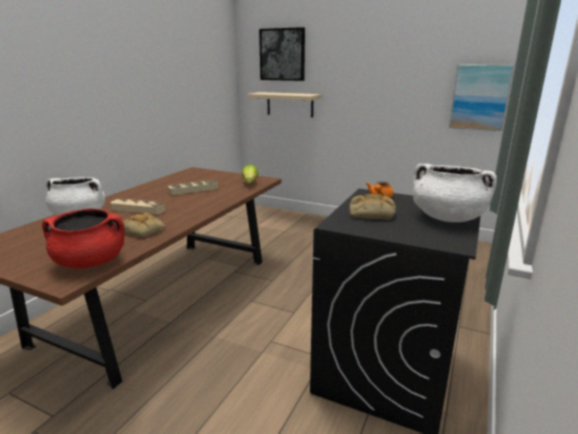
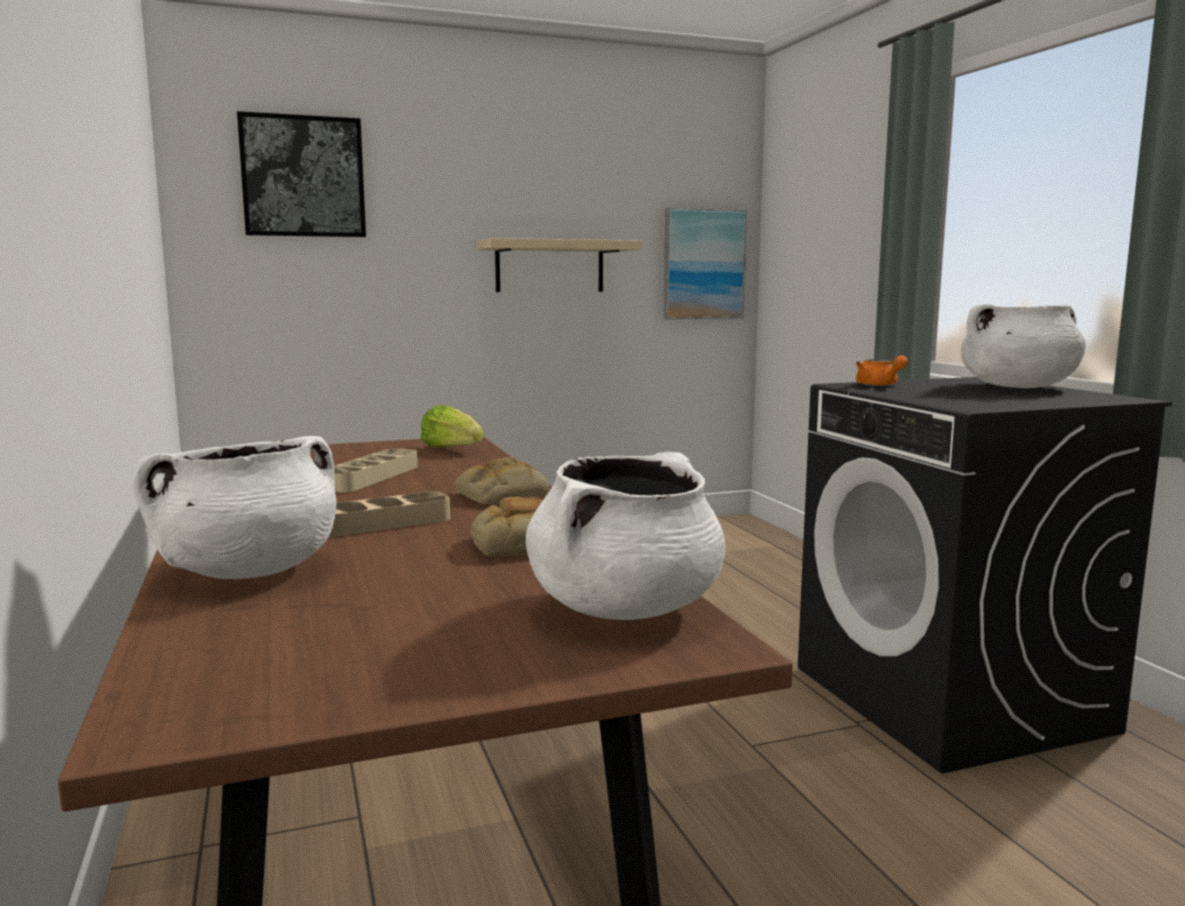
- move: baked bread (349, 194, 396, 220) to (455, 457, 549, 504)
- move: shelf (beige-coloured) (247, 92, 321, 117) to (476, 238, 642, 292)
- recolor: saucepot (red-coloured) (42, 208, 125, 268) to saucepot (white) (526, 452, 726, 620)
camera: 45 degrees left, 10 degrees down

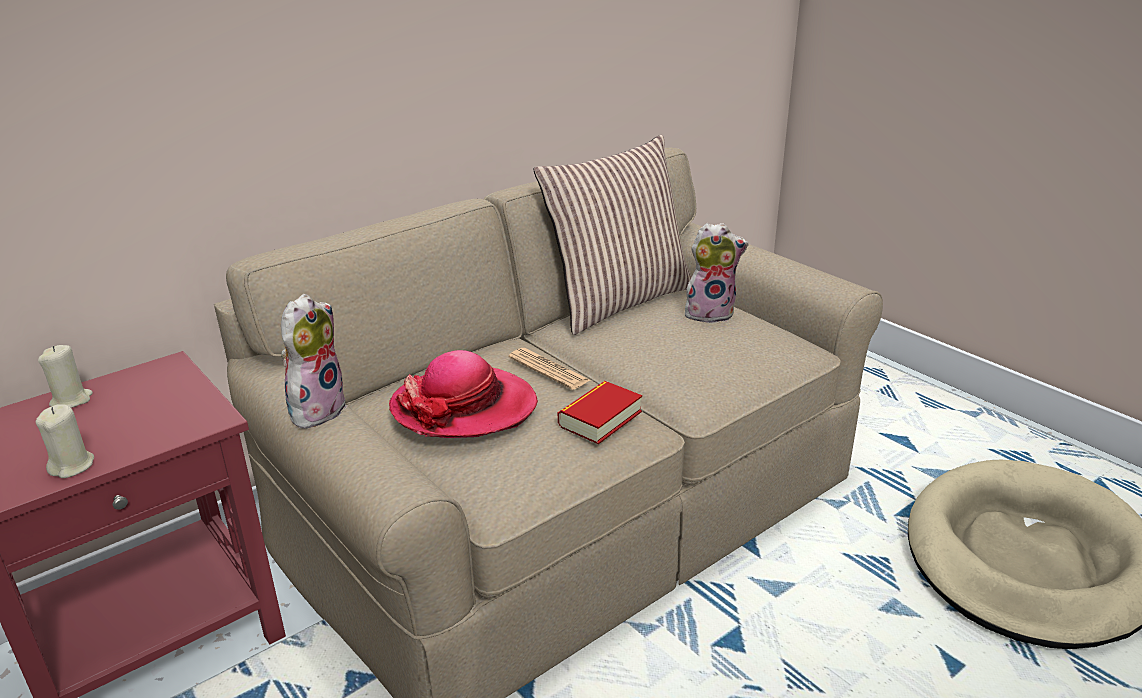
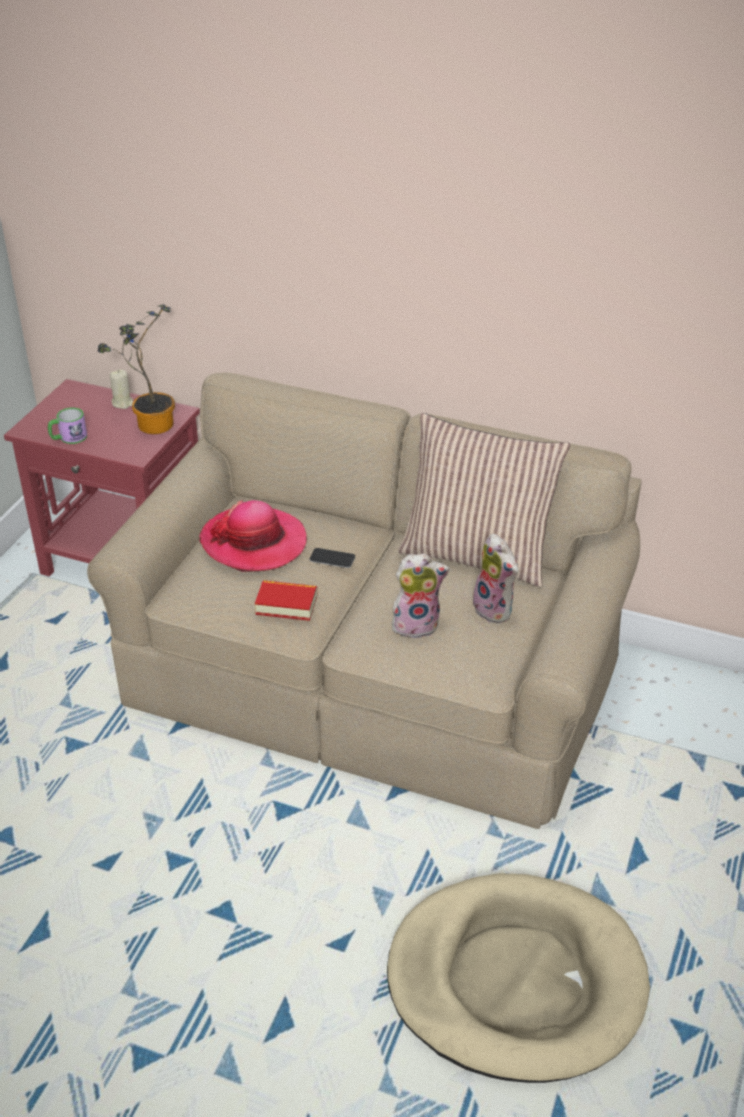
- replace: wax light (beige-coloured) (36, 404, 94, 478) to mug (48, 407, 87, 444)
- insert: potted plant (98, 304, 175, 434)
- replace: newspaper (508, 348, 590, 390) to handset (310, 548, 355, 568)
- move: plush toy (281, 294, 347, 428) to (392, 554, 450, 639)
camera: 60 degrees right, 10 degrees up

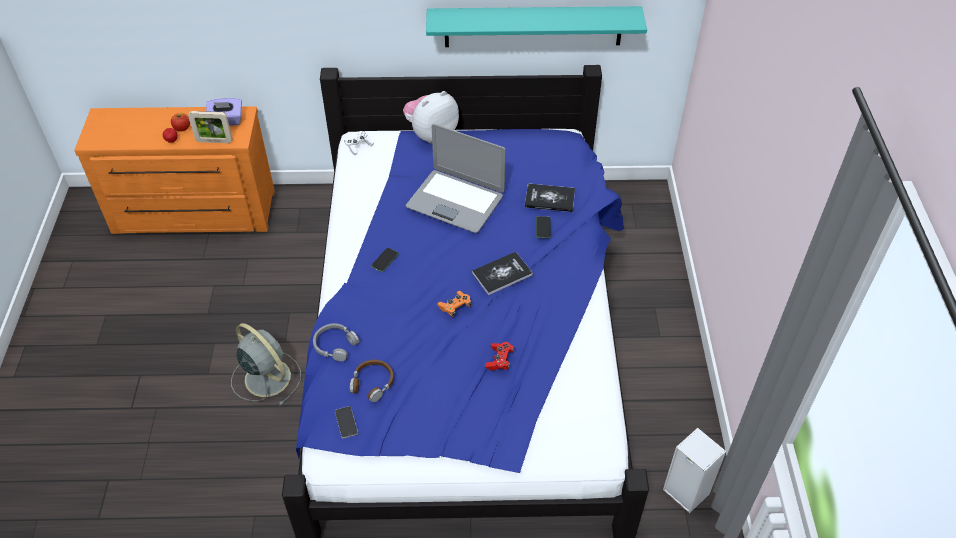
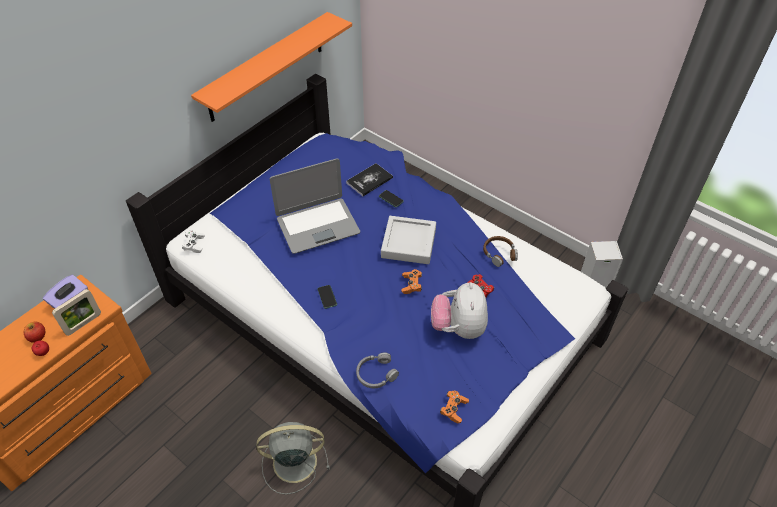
- recolor: shelf (turquoise) (426, 6, 647, 47) to shelf (orange-coloured) (191, 12, 352, 122)
- replace: bound book (472, 252, 533, 295) to tray (greyish) (381, 216, 436, 264)
- move: plush toy (403, 91, 459, 143) to (431, 282, 488, 339)
- replace: handset (335, 406, 358, 438) to gamepad (orange-coloured) (440, 391, 469, 424)
- move: headset (brown) (350, 360, 394, 403) to (483, 236, 518, 267)
camera: 50 degrees left, 0 degrees up

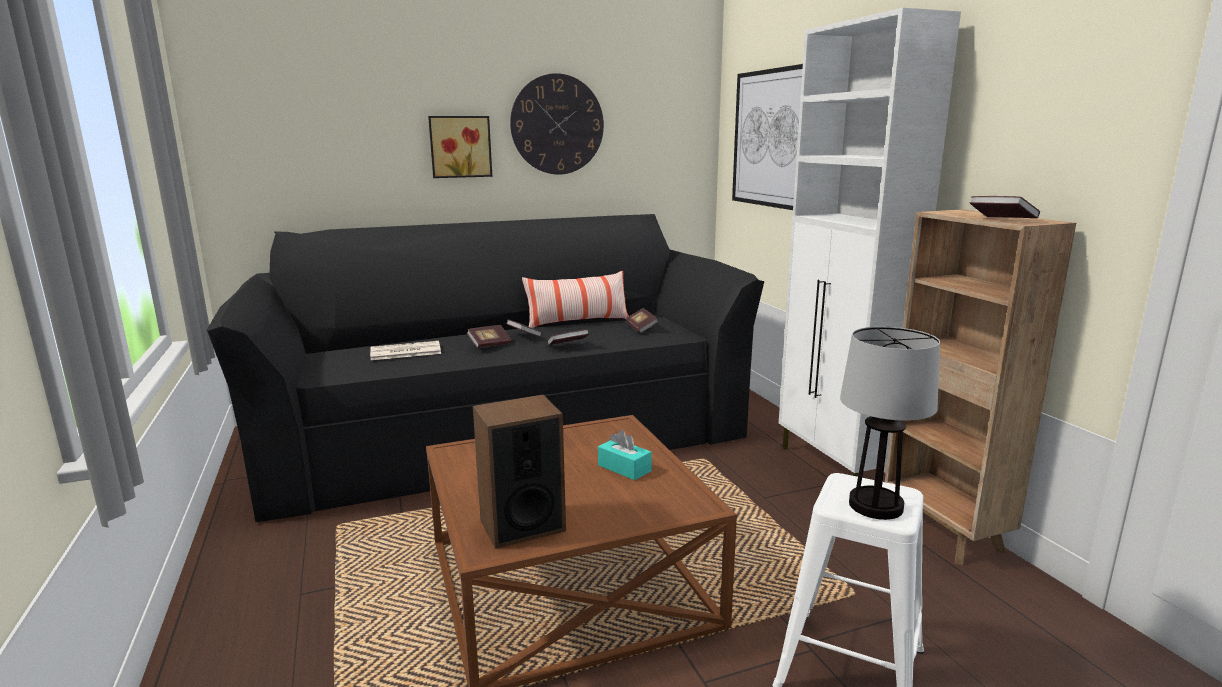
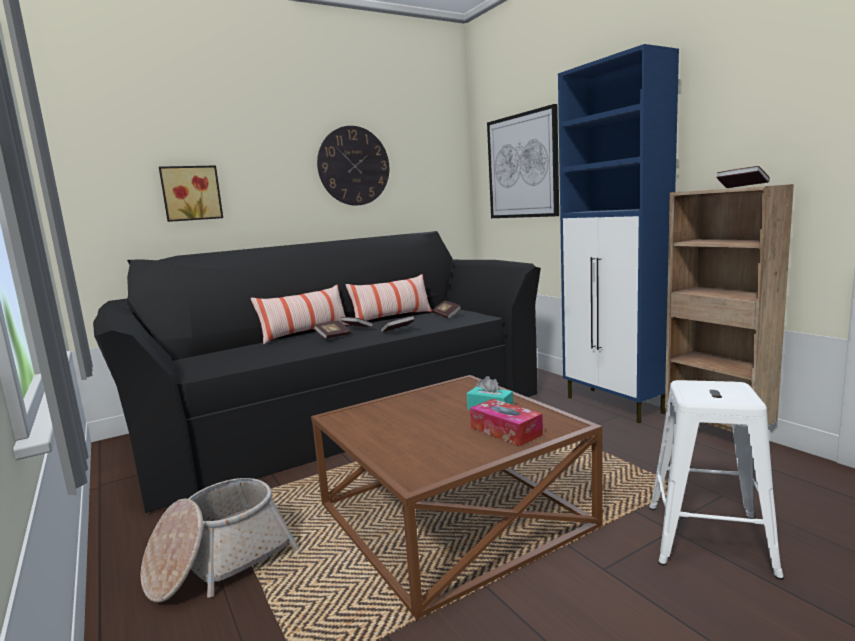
- insert: basket (141, 478, 299, 602)
- move: wall art (428, 116, 492, 178) to (159, 165, 223, 222)
- insert: pillow (251, 285, 350, 344)
- insert: box of tissues (470, 399, 543, 447)
- recolor: storage cabinet (white) (779, 8, 961, 477) to storage cabinet (blue) (558, 44, 679, 423)
- delete: newspaper (370, 341, 441, 360)
- delete: loudspeaker (473, 394, 566, 549)
- delete: table lamp (840, 326, 940, 520)
camera: 10 degrees left, 5 degrees down

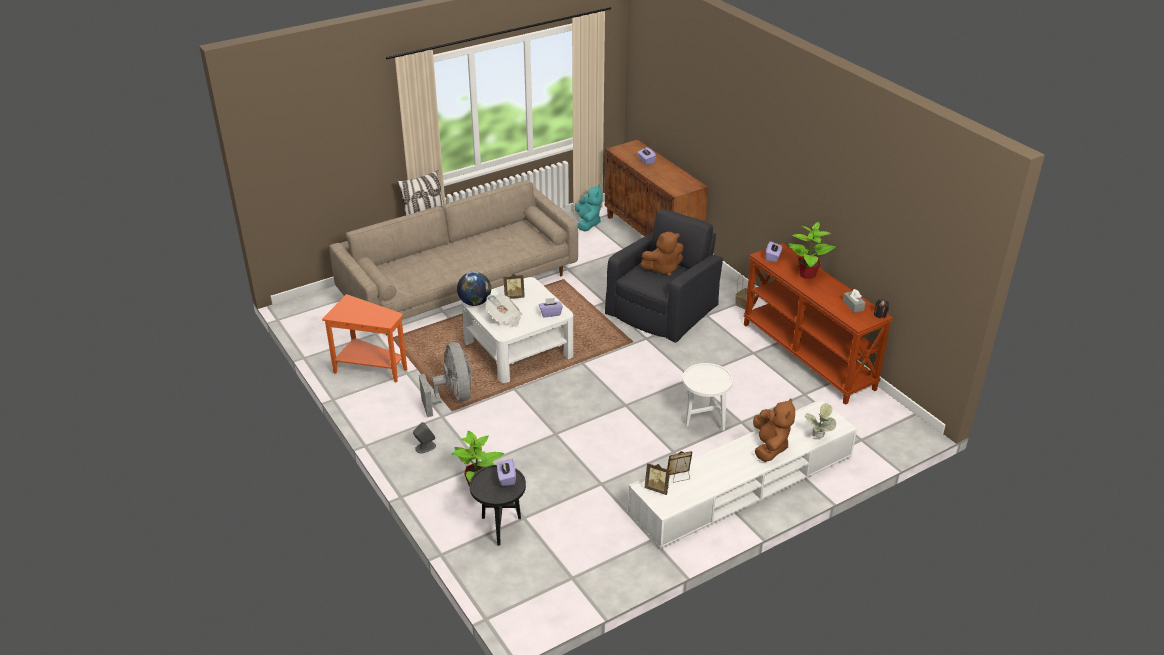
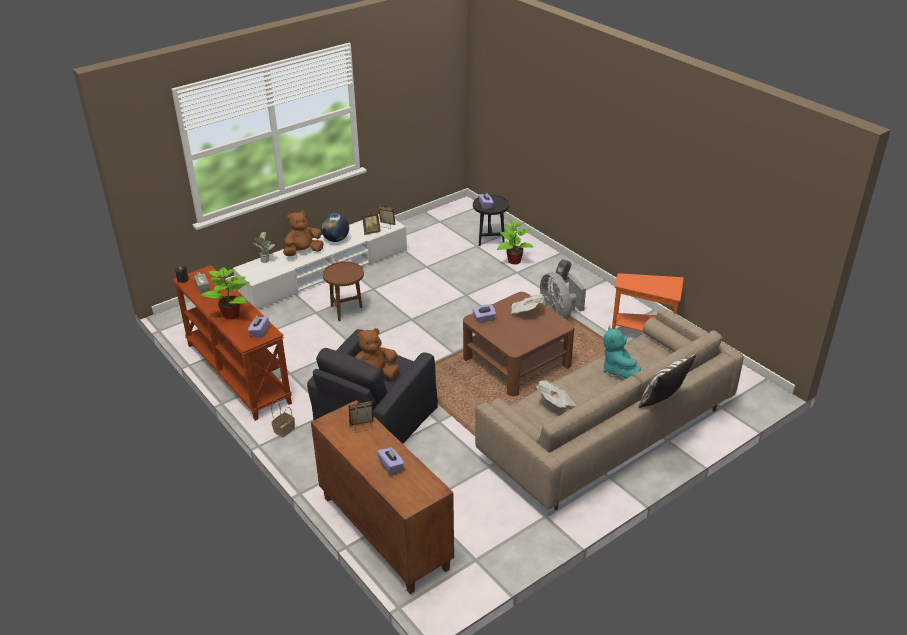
- rotate: plush toy (brown) (753, 398, 795, 462) = (283, 211, 324, 256) 60 degrees clockwise
- move: world globe (457, 272, 491, 306) to (321, 213, 349, 242)
- recolor: side table (white) (683, 363, 733, 431) to side table (brown) (323, 261, 364, 321)
- move: standing frame (503, 274, 525, 299) to (348, 401, 373, 433)
- recolor: low table (white) (461, 277, 573, 383) to low table (brown) (463, 292, 575, 396)
- insert: newspaper (536, 380, 576, 408)
- move: plush toy (turquoise) (575, 184, 603, 232) to (603, 325, 641, 379)
camera: 175 degrees right, 0 degrees up

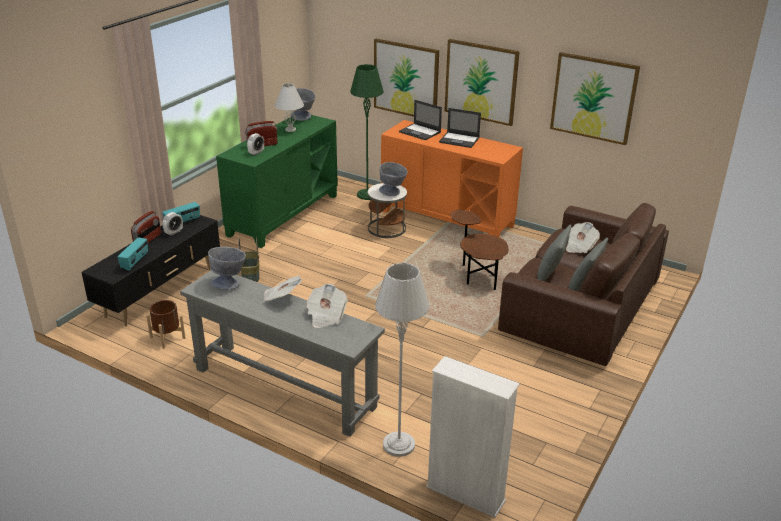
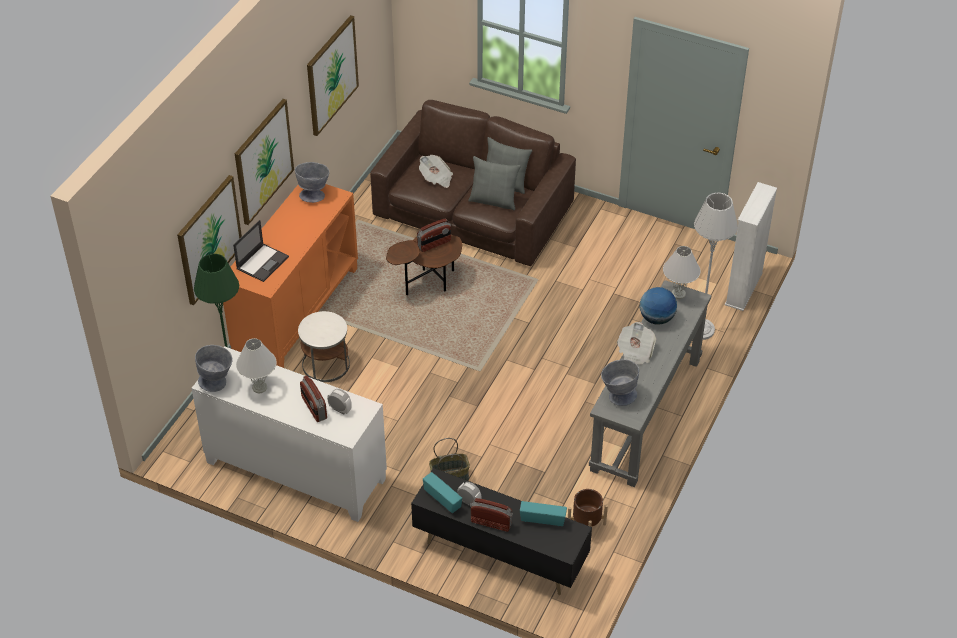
- recolor: storage cabinet (greenish) (216, 115, 338, 248) to storage cabinet (white) (192, 346, 387, 522)
- move: bowl (greyish) (379, 162, 408, 196) to (295, 162, 329, 203)
- insert: radio (417, 218, 451, 252)
- replace: newspaper (306, 284, 348, 328) to world globe (639, 287, 677, 325)
- insert: table lamp (white) (663, 246, 701, 299)
- delete: laptop (439, 108, 481, 148)
camera: 95 degrees left, 15 degrees up

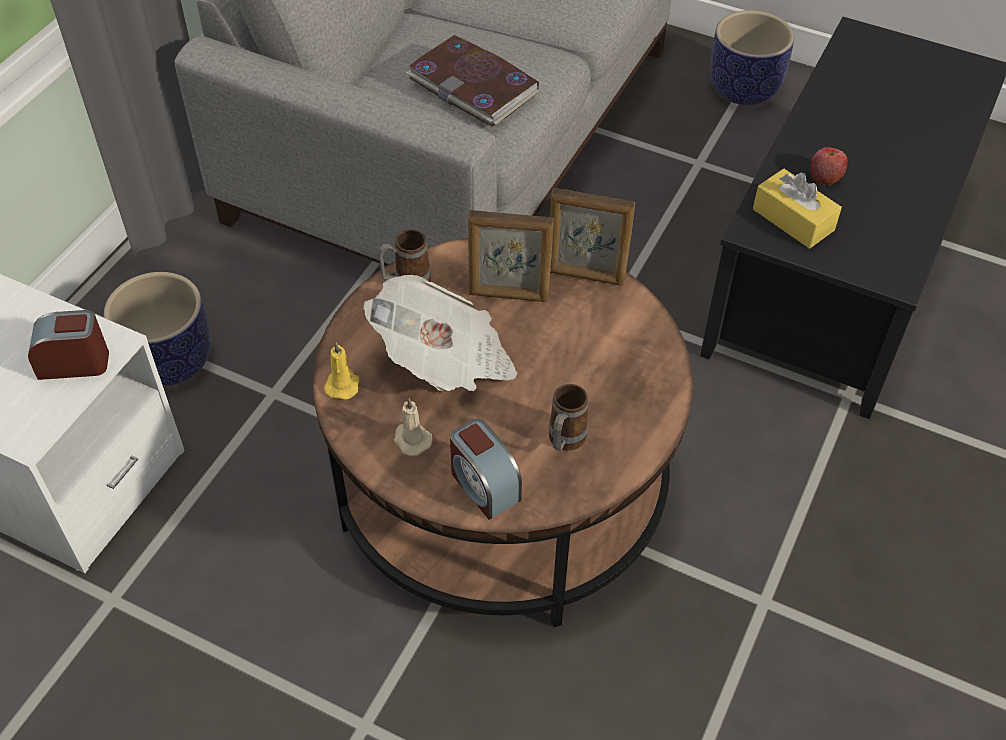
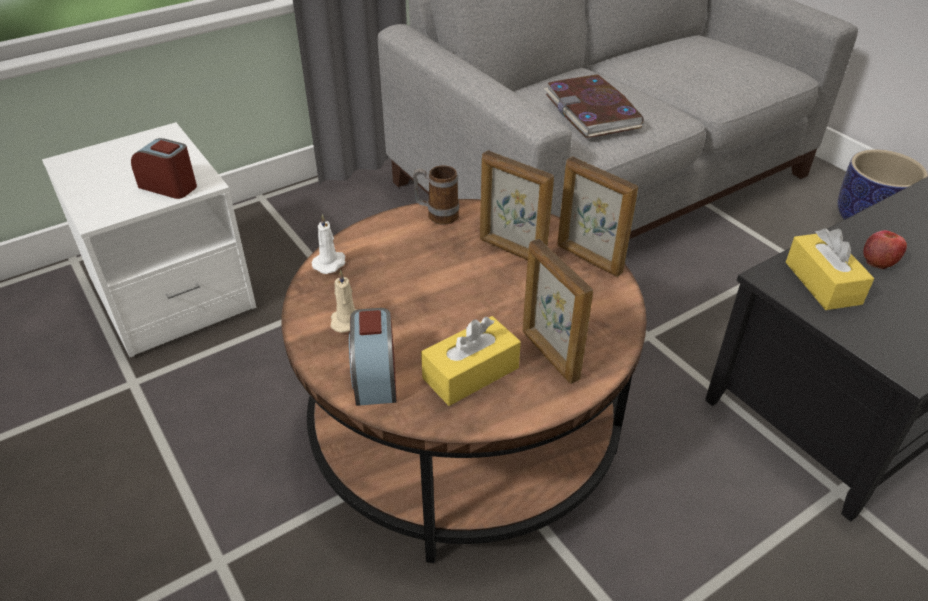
- recolor: wax light (yellow-coloured) (324, 342, 360, 399) to wax light (white) (312, 214, 346, 274)
- replace: mug (549, 384, 588, 451) to box of tissues (yellow-coloured) (421, 316, 521, 406)
- insert: standing frame (522, 239, 593, 384)
- delete: planter (104, 272, 211, 386)
- delete: newspaper (364, 275, 518, 392)
camera: 30 degrees right, 10 degrees down

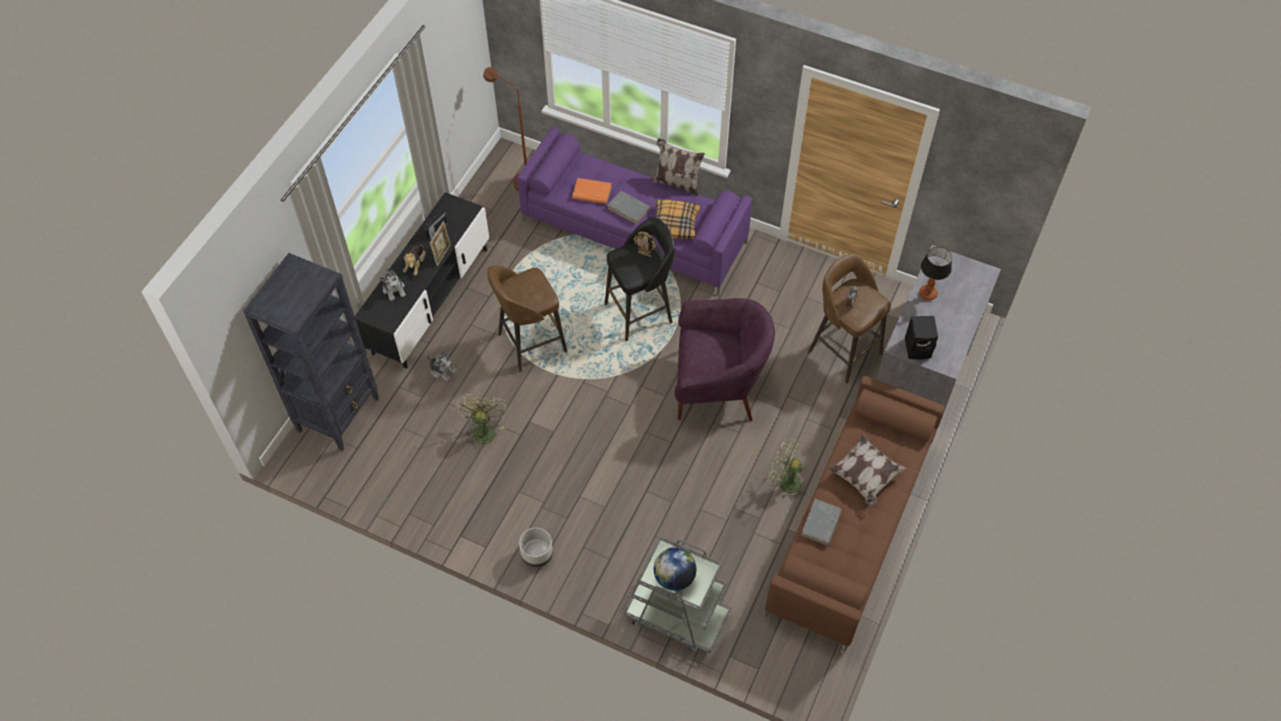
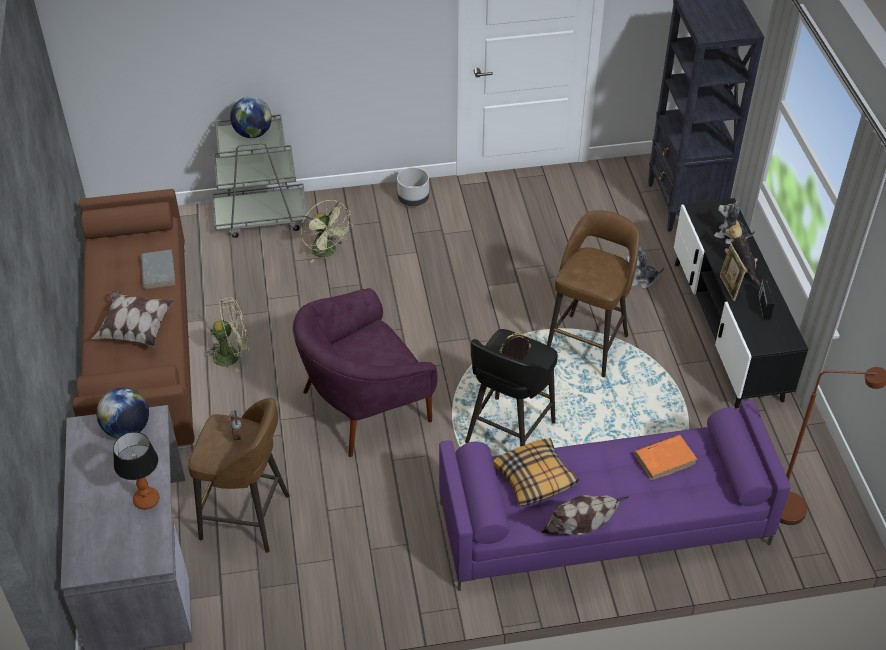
- replace: loudspeaker (blackish) (905, 316, 938, 359) to world globe (96, 388, 149, 438)
- move: electric fan (greenish) (456, 393, 507, 450) to (301, 200, 353, 263)
- delete: bound book (greyish) (607, 191, 650, 224)
camera: 145 degrees right, 10 degrees down

